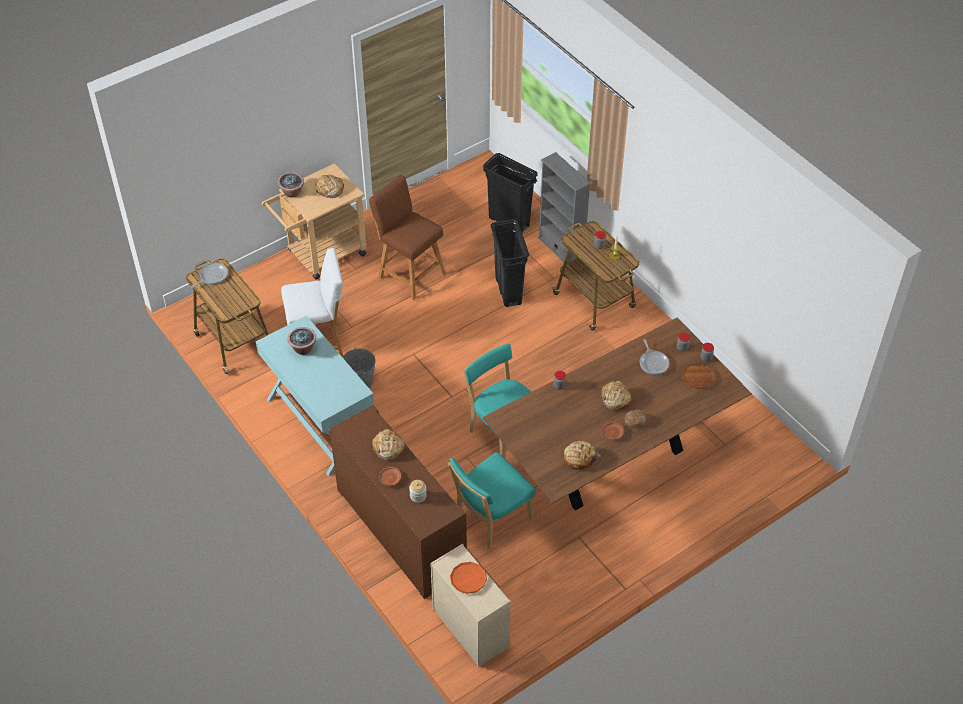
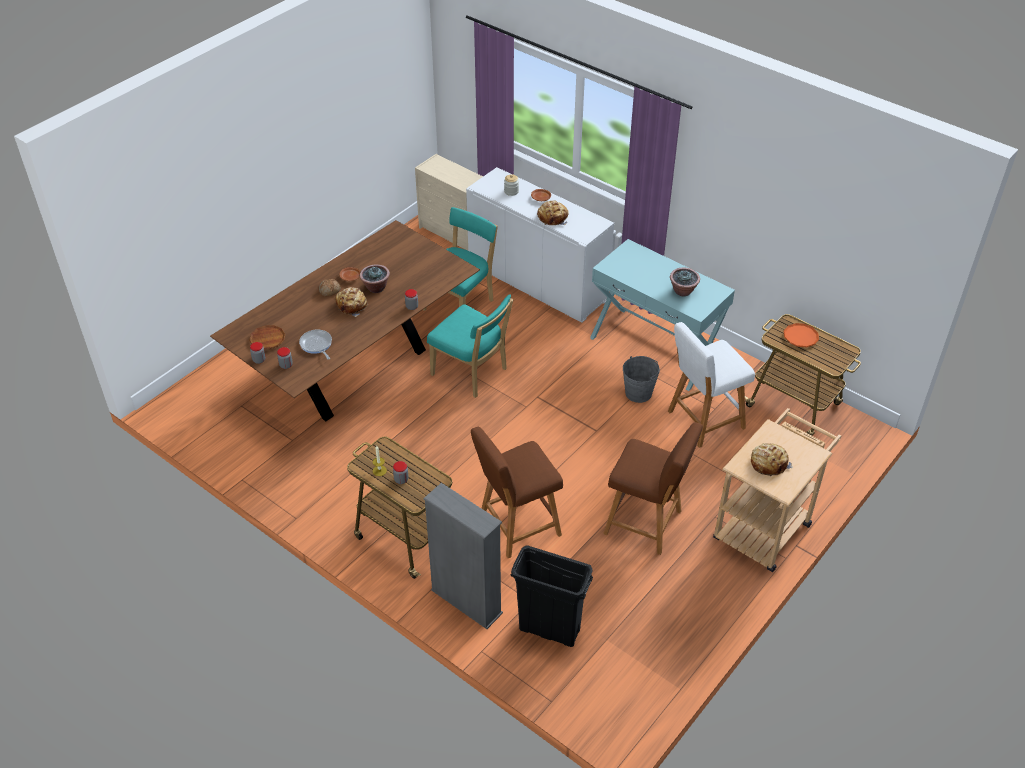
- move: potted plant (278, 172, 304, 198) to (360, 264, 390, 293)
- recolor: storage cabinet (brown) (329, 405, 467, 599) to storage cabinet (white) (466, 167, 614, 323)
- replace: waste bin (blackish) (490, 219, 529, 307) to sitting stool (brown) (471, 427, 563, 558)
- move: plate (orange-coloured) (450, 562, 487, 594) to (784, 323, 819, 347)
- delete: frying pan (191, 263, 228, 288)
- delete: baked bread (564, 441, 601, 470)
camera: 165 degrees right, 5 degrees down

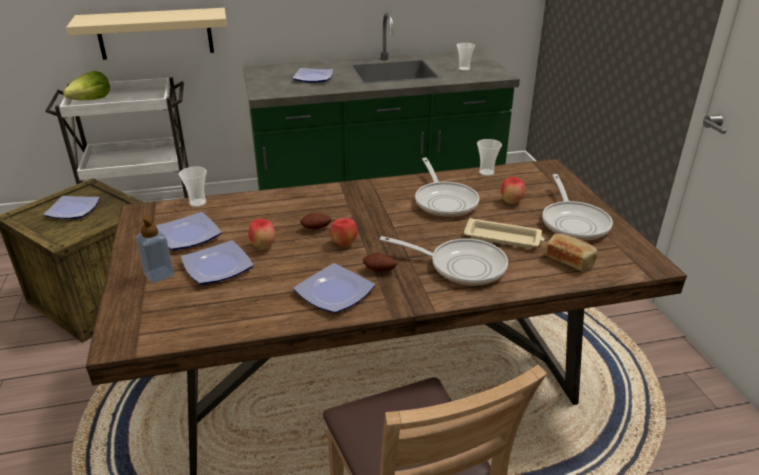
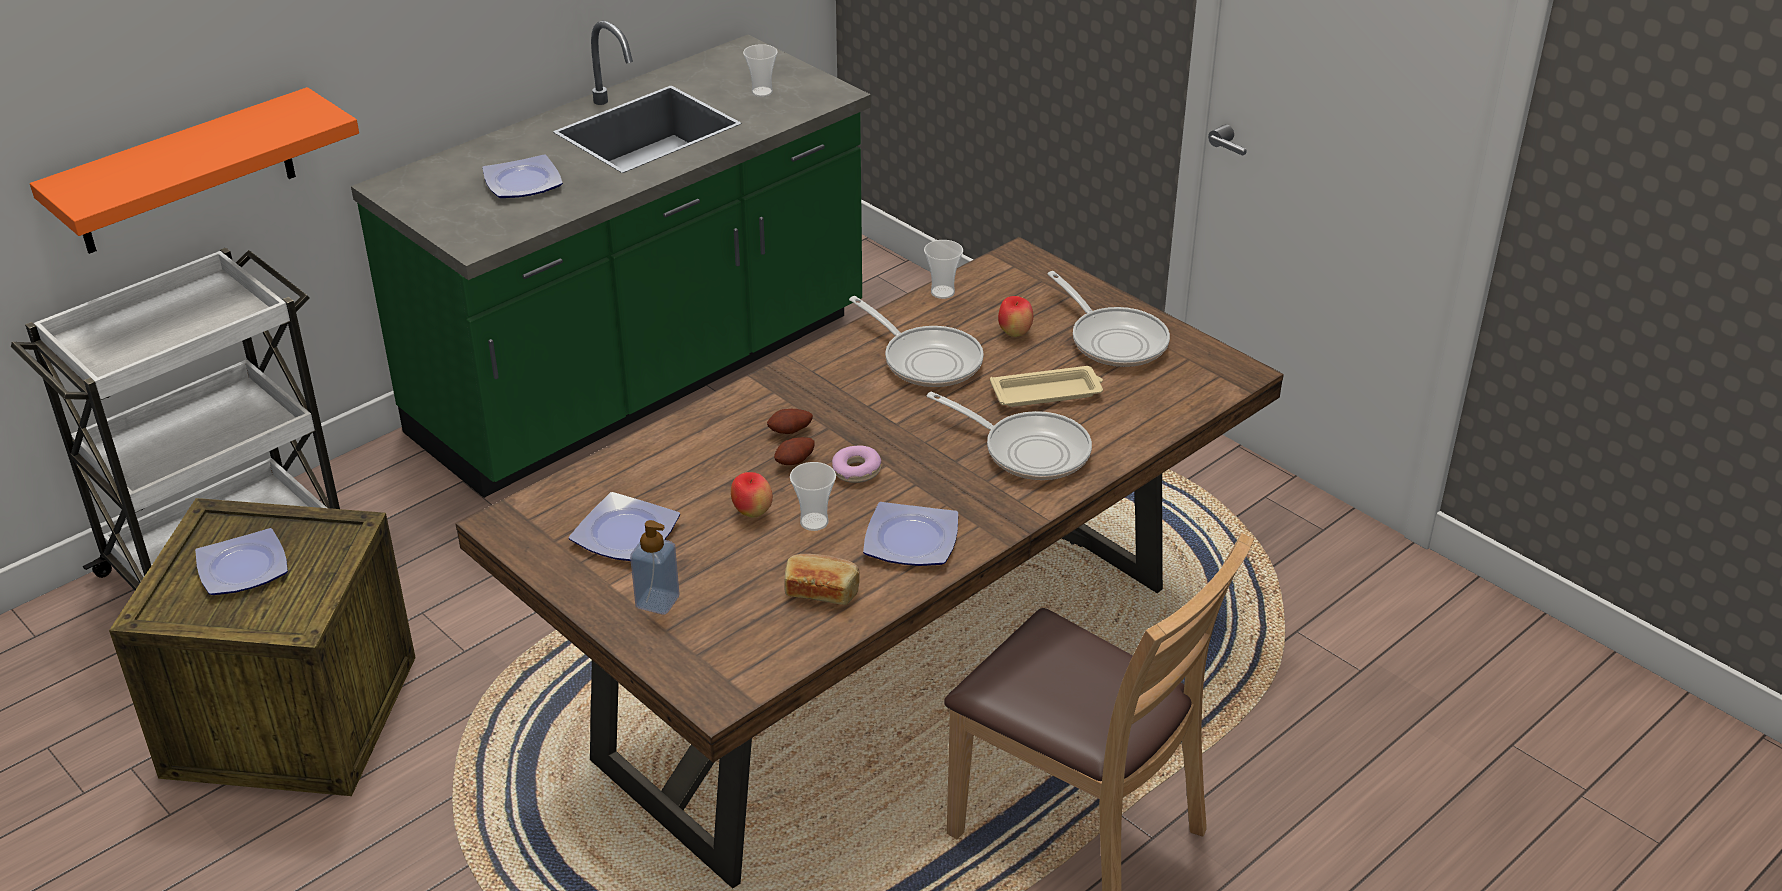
- recolor: shelf (beige-coloured) (66, 8, 227, 60) to shelf (orange-coloured) (30, 87, 359, 254)
- move: whole potato (363, 253, 397, 272) to (767, 409, 813, 434)
- move: baked bread (545, 234, 598, 271) to (784, 554, 860, 605)
- move: drinking cup (179, 167, 207, 207) to (790, 462, 836, 531)
- replace: apple (330, 218, 357, 246) to doughnut (832, 446, 881, 483)
- rotate: frying pan (380, 236, 508, 285) = (927, 392, 1092, 480) 45 degrees clockwise
- delete: lettuce (63, 71, 110, 100)
- delete: plate (181, 240, 254, 285)
camera: 30 degrees left, 5 degrees up

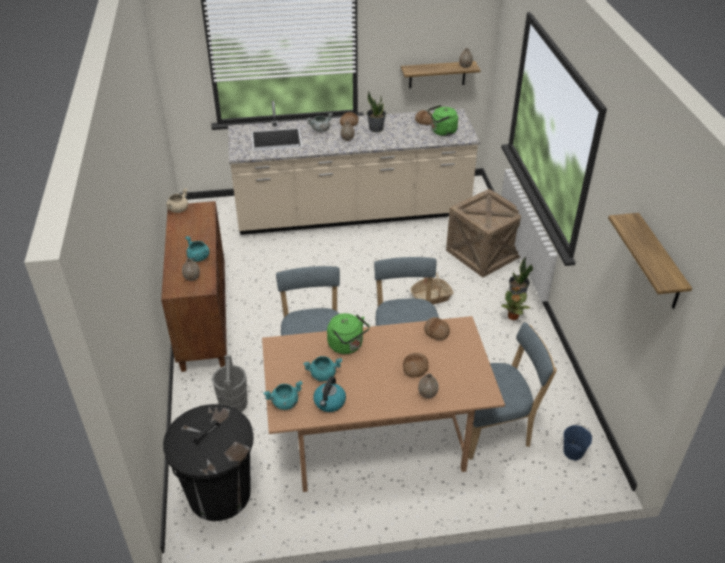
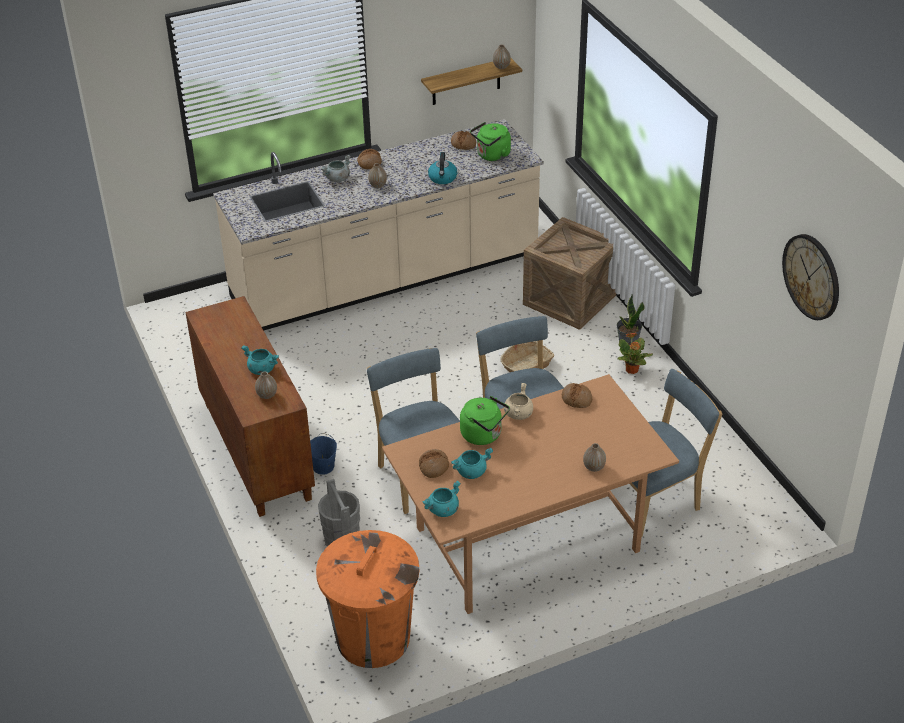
- move: water bucket (blue) (563, 425, 592, 460) to (310, 433, 337, 475)
- recolor: waste bin (blackish) (163, 404, 254, 521) to waste bin (orange-coloured) (316, 530, 419, 668)
- move: baked bread (403, 353, 429, 378) to (419, 449, 449, 478)
- move: tea kettle (313, 377, 346, 412) to (428, 152, 457, 184)
- move: saucepot (beige-coloured) (166, 188, 188, 213) to (504, 383, 533, 420)
- replace: shelf (608, 213, 692, 309) to clock on the wall (782, 234, 839, 320)
- delete: potted plant (367, 91, 386, 132)
camera: 15 degrees left, 0 degrees up

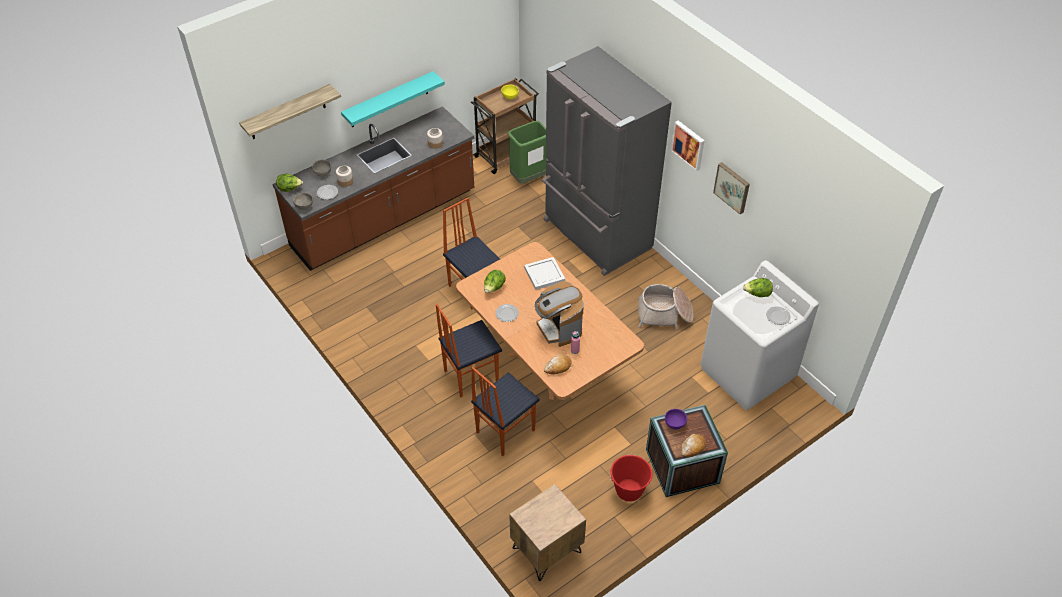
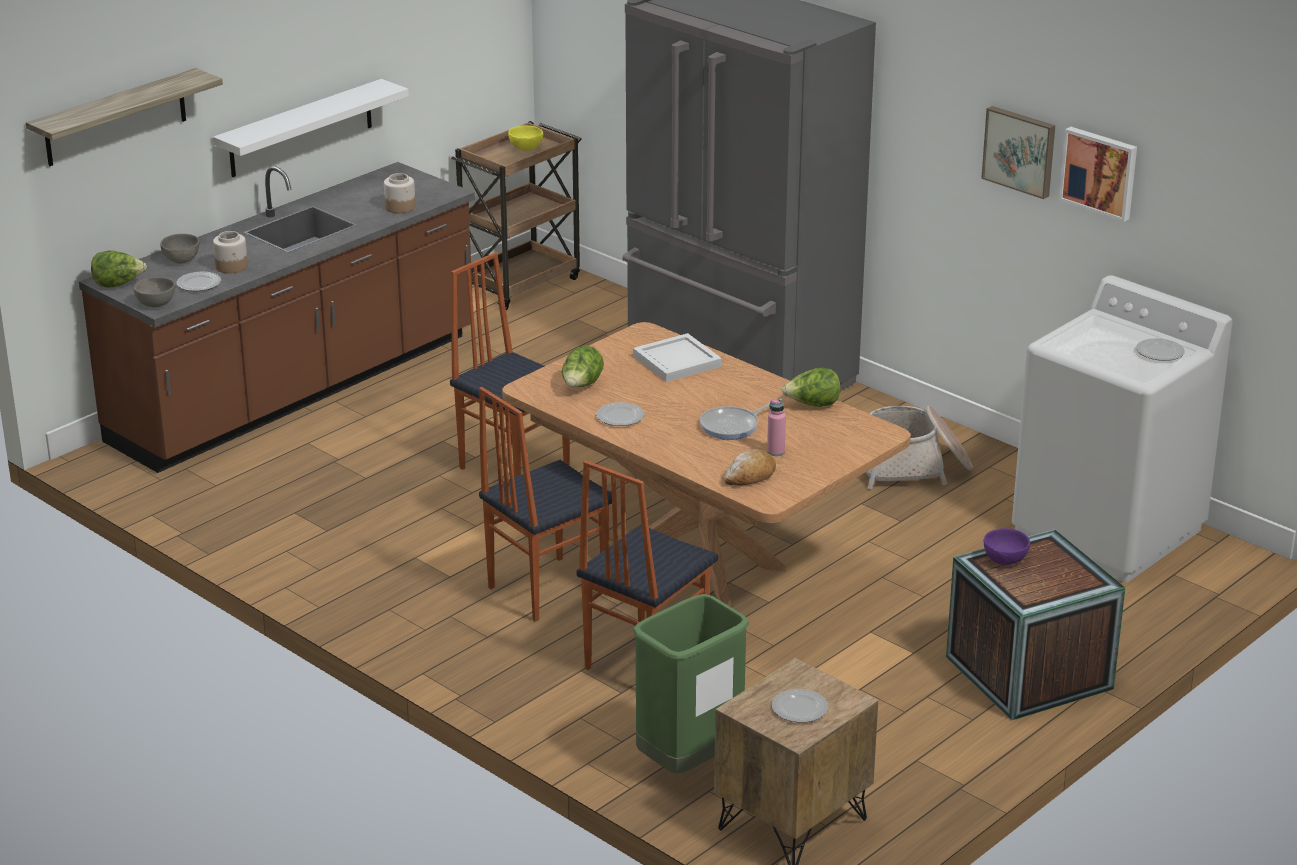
- recolor: shelf (turquoise) (341, 71, 445, 127) to shelf (white) (213, 79, 409, 177)
- move: waste bin (greenish) (508, 121, 547, 184) to (633, 594, 749, 774)
- replace: coffee machine (535, 281, 584, 347) to frying pan (700, 403, 770, 440)
- insert: plate (772, 689, 828, 723)
- move: lettuce (743, 278, 773, 297) to (782, 368, 841, 407)
- move: wall art (671, 120, 705, 171) to (1059, 127, 1137, 222)
- delete: water bucket (red-coloured) (609, 455, 653, 502)
- delete: baked bread (681, 434, 706, 457)
camera: 10 degrees left, 20 degrees down

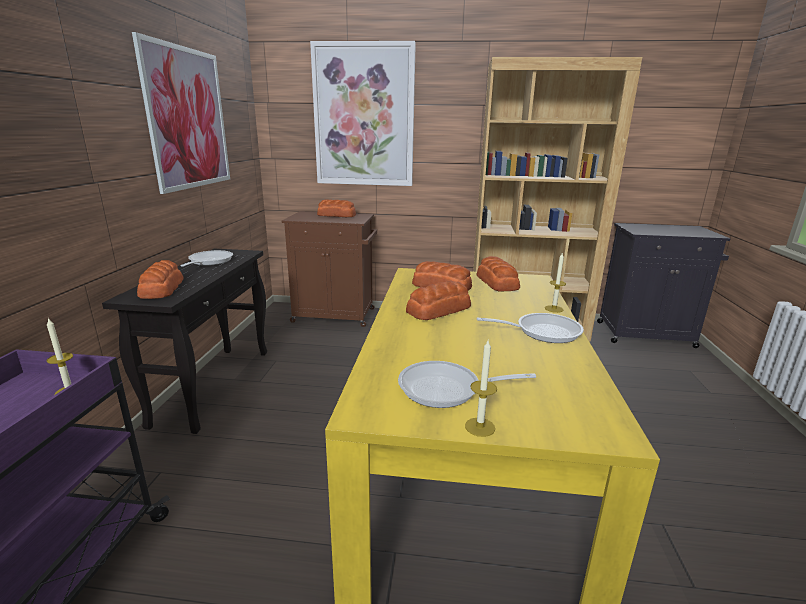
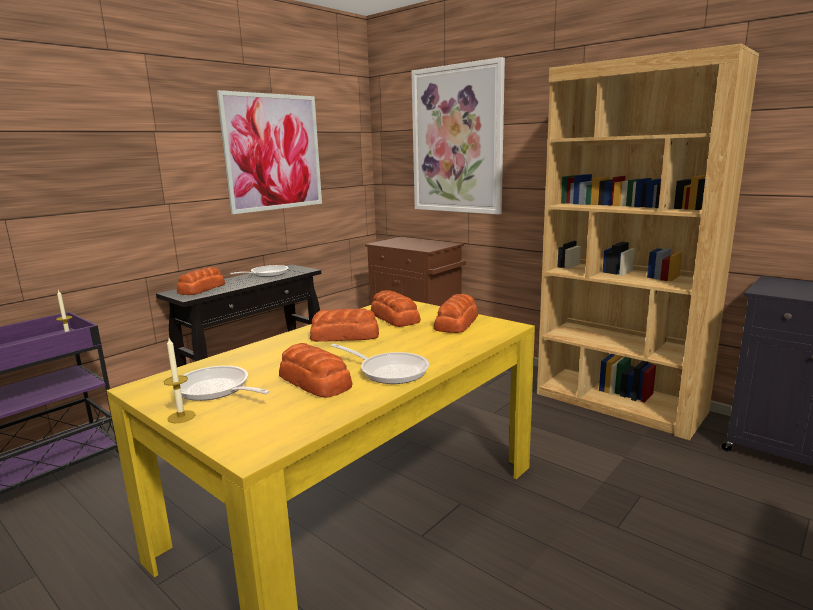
- move: baked bread (317, 200, 356, 217) to (279, 343, 352, 398)
- delete: wax light (545, 252, 566, 313)
camera: 35 degrees right, 5 degrees down

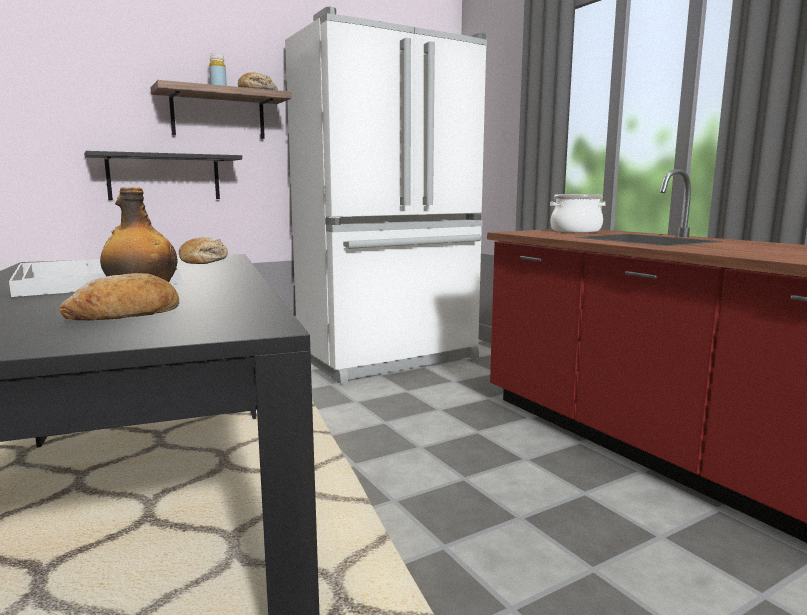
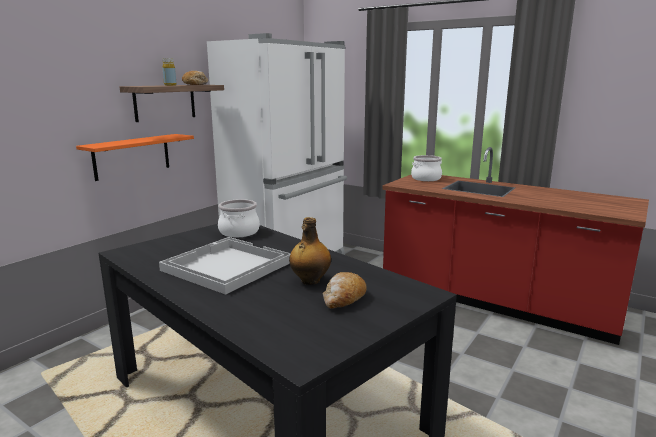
- recolor: shelf (blackish) (84, 151, 242, 200) to shelf (orange-coloured) (76, 134, 194, 181)
- replace: baked bread (179, 237, 228, 264) to saucepot (218, 199, 260, 237)
camera: 25 degrees left, 5 degrees up

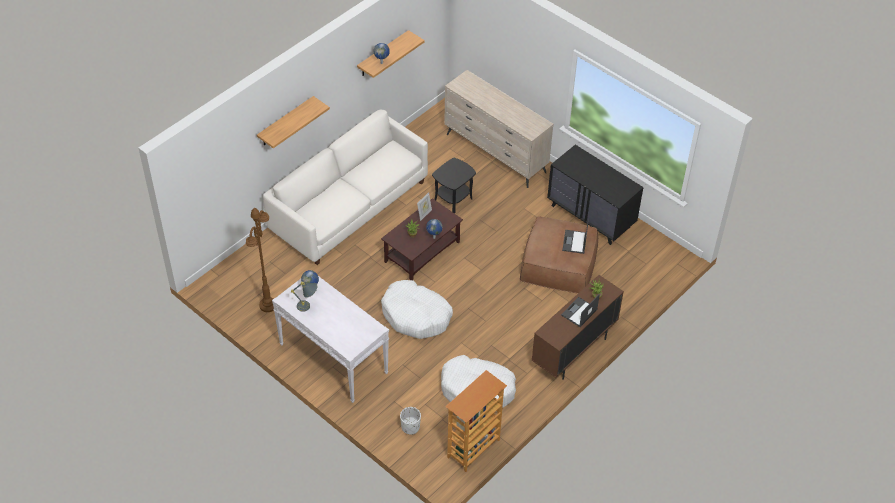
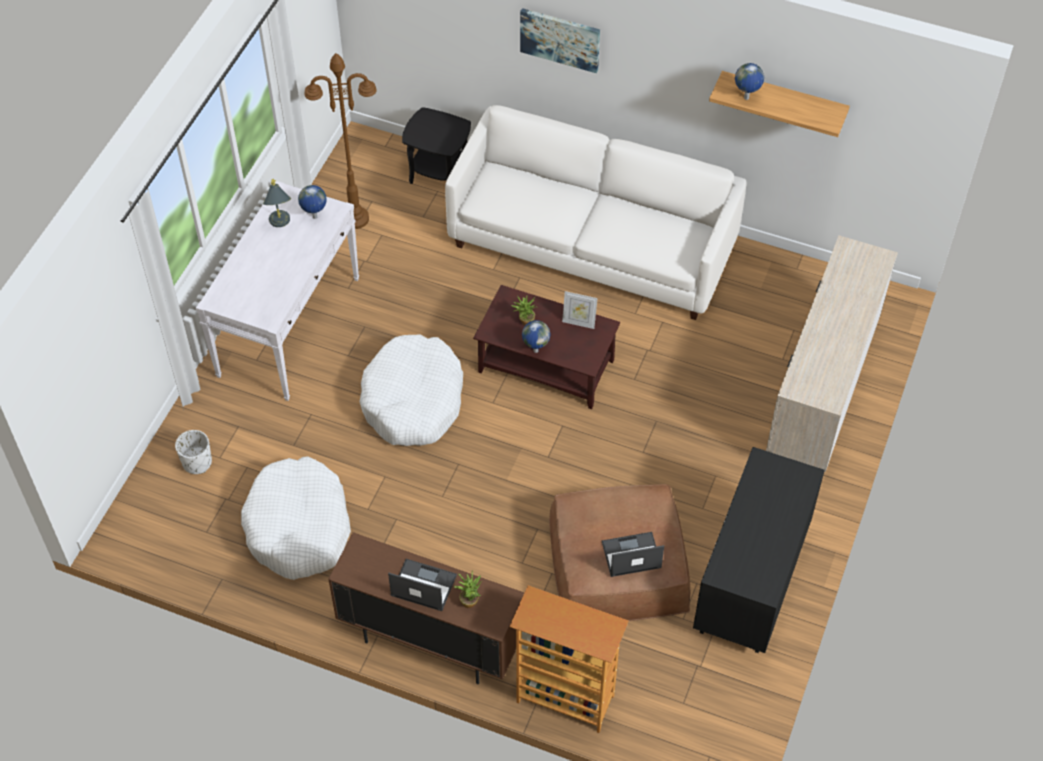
- move: side table (blackish) (432, 158, 476, 213) to (402, 107, 471, 184)
- move: bookcase (446, 370, 507, 472) to (510, 585, 629, 733)
- replace: shelf (257, 96, 330, 148) to wall art (520, 8, 600, 73)
camera: 70 degrees right, 5 degrees up

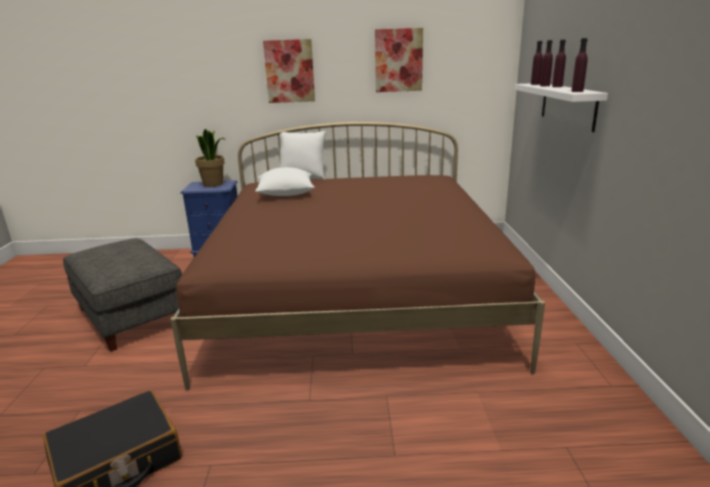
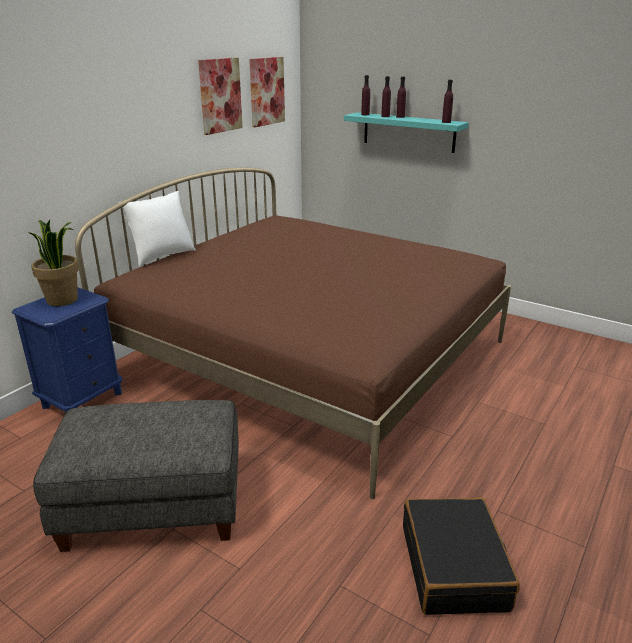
- move: wall art (263, 39, 315, 103) to (249, 57, 285, 127)
- recolor: shelf (white) (515, 83, 608, 132) to shelf (turquoise) (344, 112, 469, 153)
- delete: pillow (white) (255, 167, 315, 196)
camera: 55 degrees left, 5 degrees up

